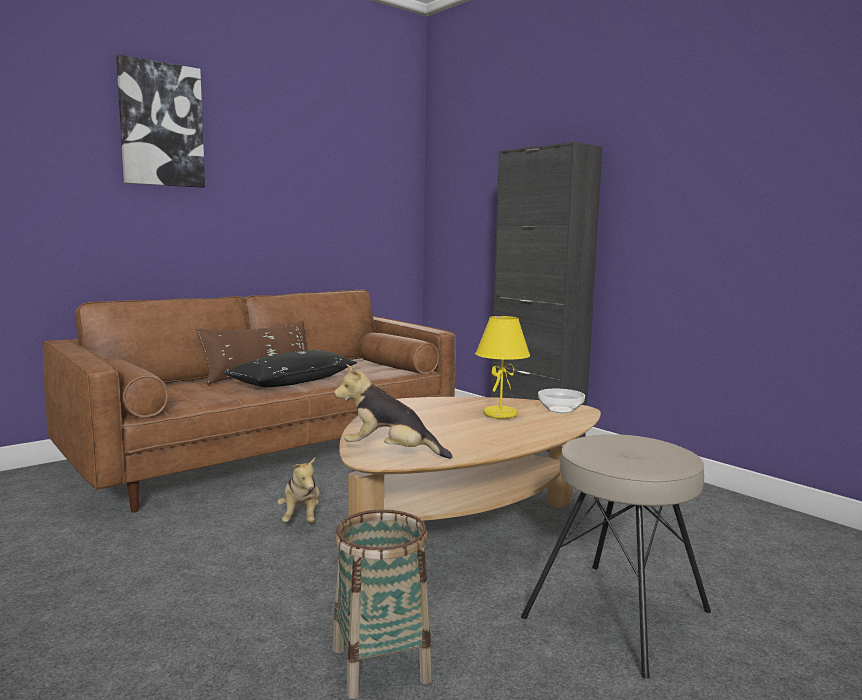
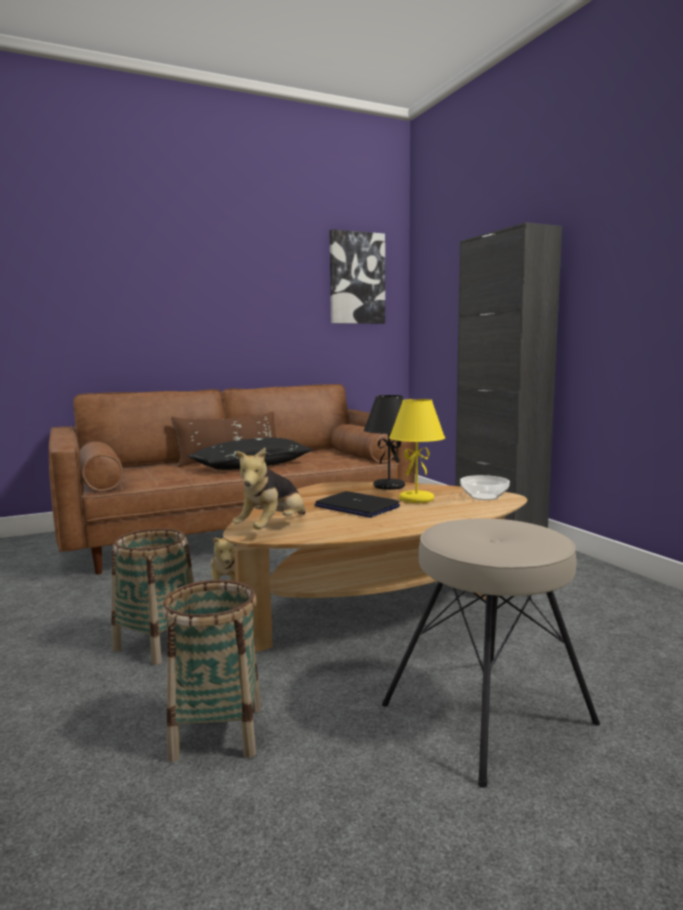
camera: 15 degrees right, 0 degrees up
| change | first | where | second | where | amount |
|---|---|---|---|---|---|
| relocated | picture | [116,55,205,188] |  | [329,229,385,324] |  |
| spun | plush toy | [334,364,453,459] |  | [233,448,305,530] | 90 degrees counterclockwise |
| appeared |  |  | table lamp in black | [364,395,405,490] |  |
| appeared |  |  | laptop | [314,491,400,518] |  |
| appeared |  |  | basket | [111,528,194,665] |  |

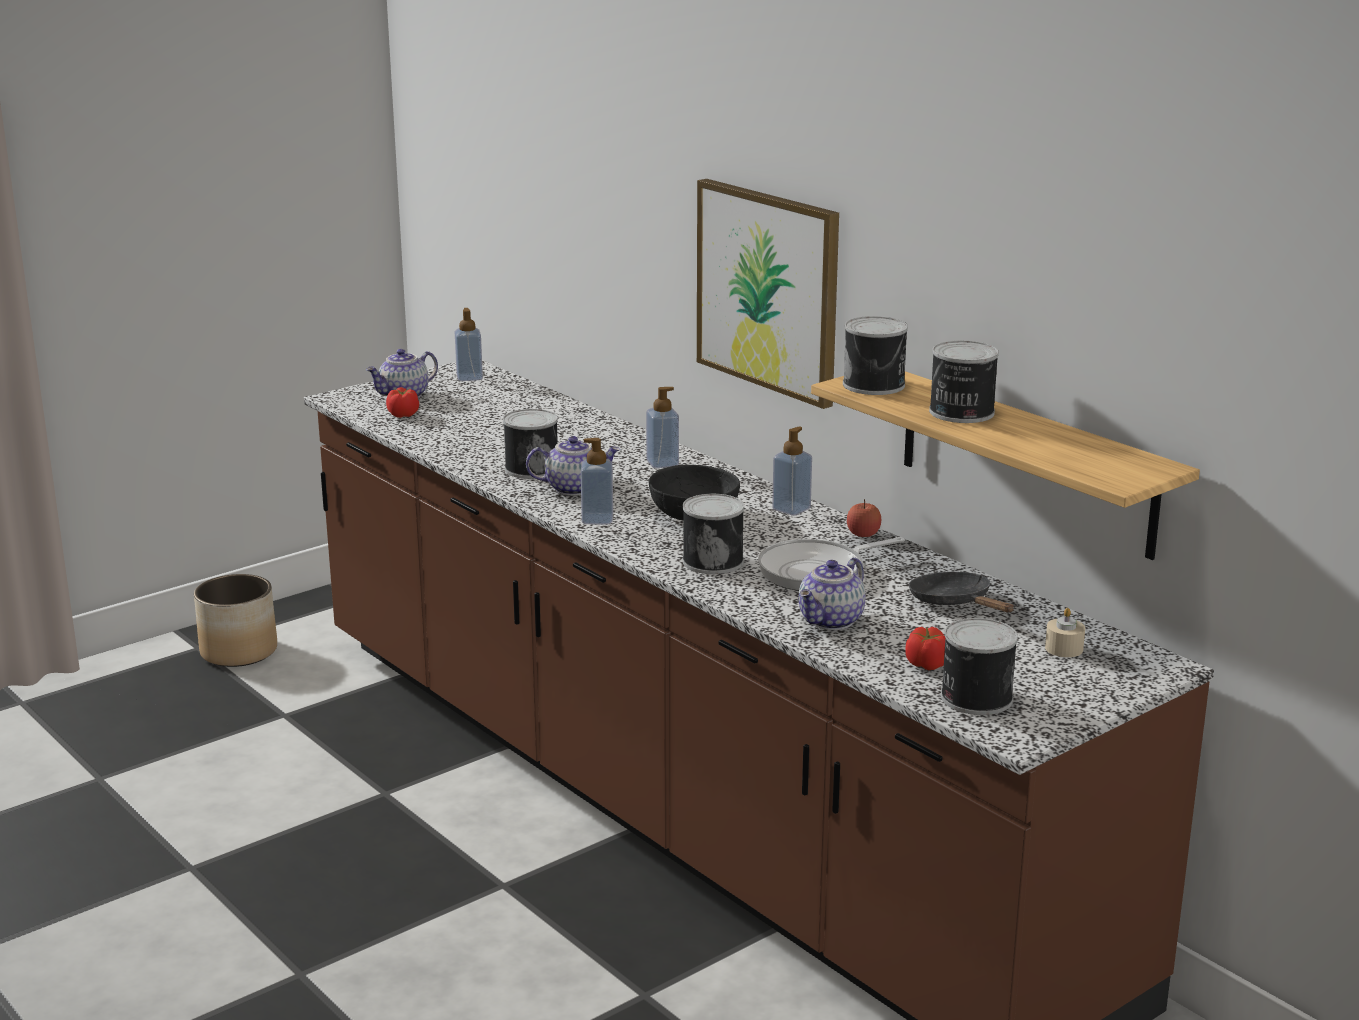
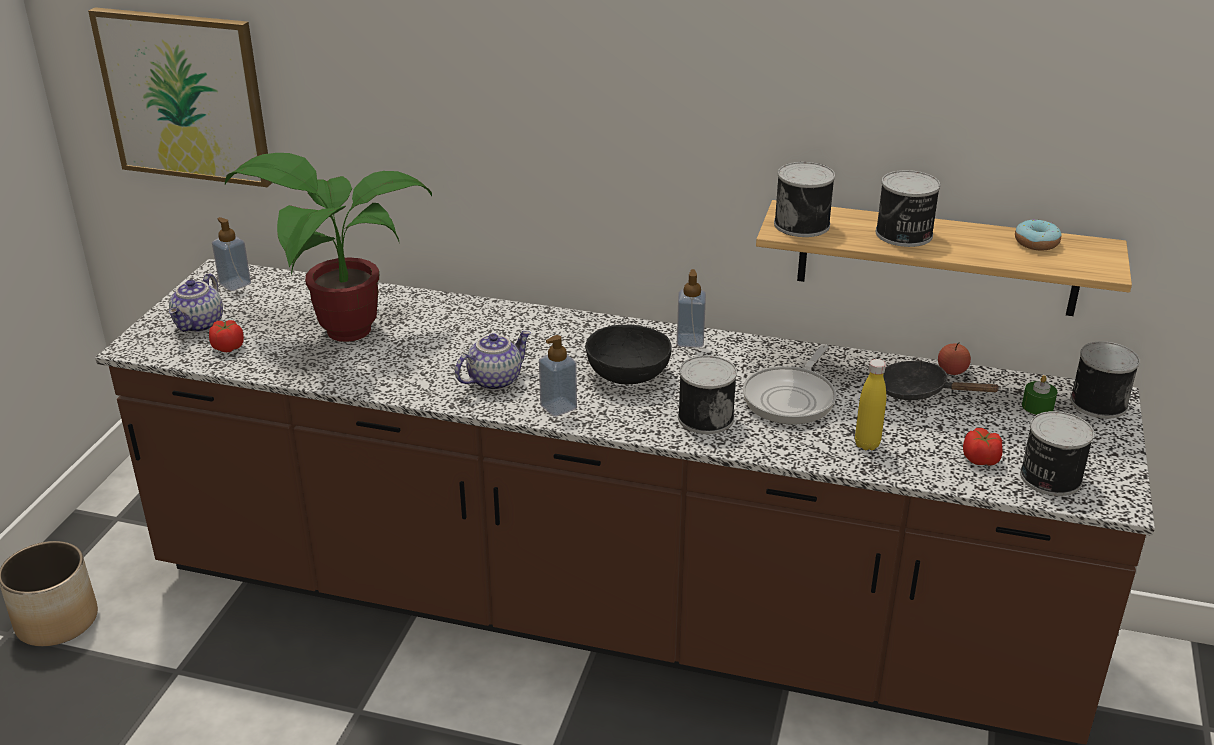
camera: 35 degrees left, 10 degrees up
| change | first | where | second | where | amount |
|---|---|---|---|---|---|
| relocated | picture | [697,179,839,409] |  | [88,7,272,187] |  |
| missing | soap dispenser | [646,387,679,468] |  |  |  |
| relocated | can | [503,409,558,479] |  | [1070,342,1140,419] |  |
| relocated | apple | [847,499,881,537] |  | [938,342,971,375] |  |
| exchanged | teapot | [798,557,865,630] | bottle in yellow | [855,359,886,450] |  |
| colour | candle in beige | [1045,608,1085,657] | candle in green | [1022,375,1057,415] |  |
| appeared |  |  | potted plant | [225,153,432,342] |  |
| appeared |  |  | donut | [1015,219,1062,250] |  |

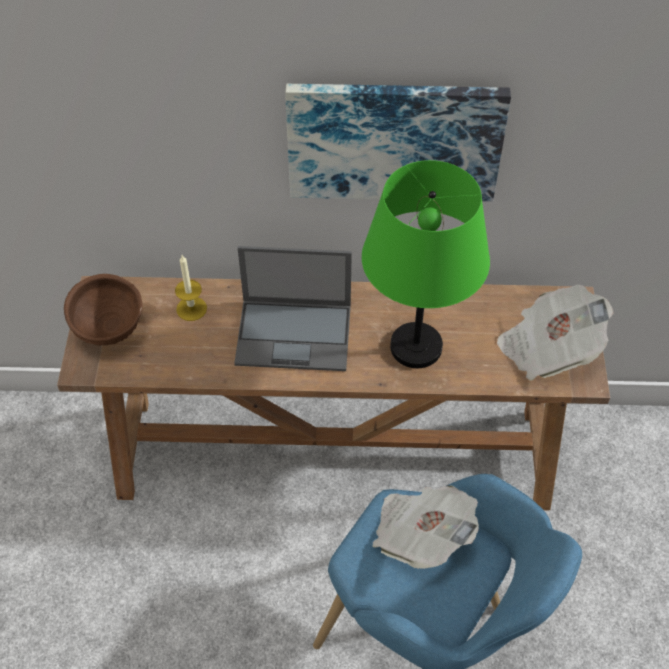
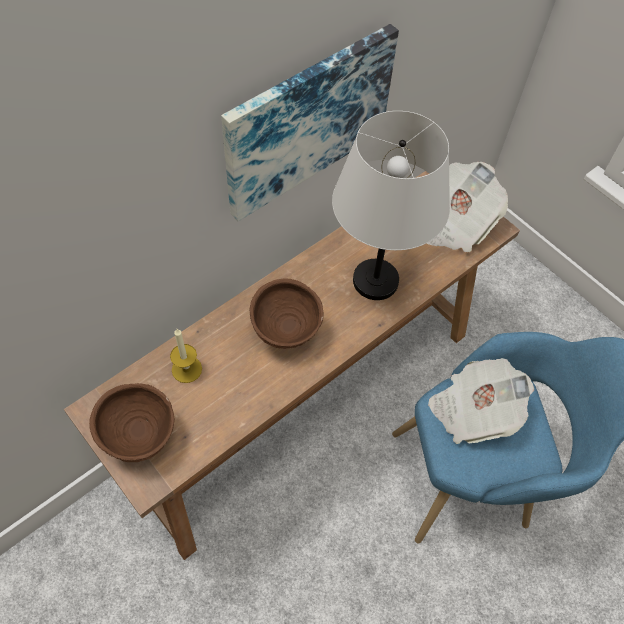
camera: 45 degrees left, 5 degrees up
| change | first | where | second | where | amount |
|---|---|---|---|---|---|
| colour | table lamp in green | [362,160,490,368] | table lamp in white | [332,111,450,300] |  |
| exchanged | laptop | [234,246,352,371] | bowl in brown | [250,278,324,349] |  |

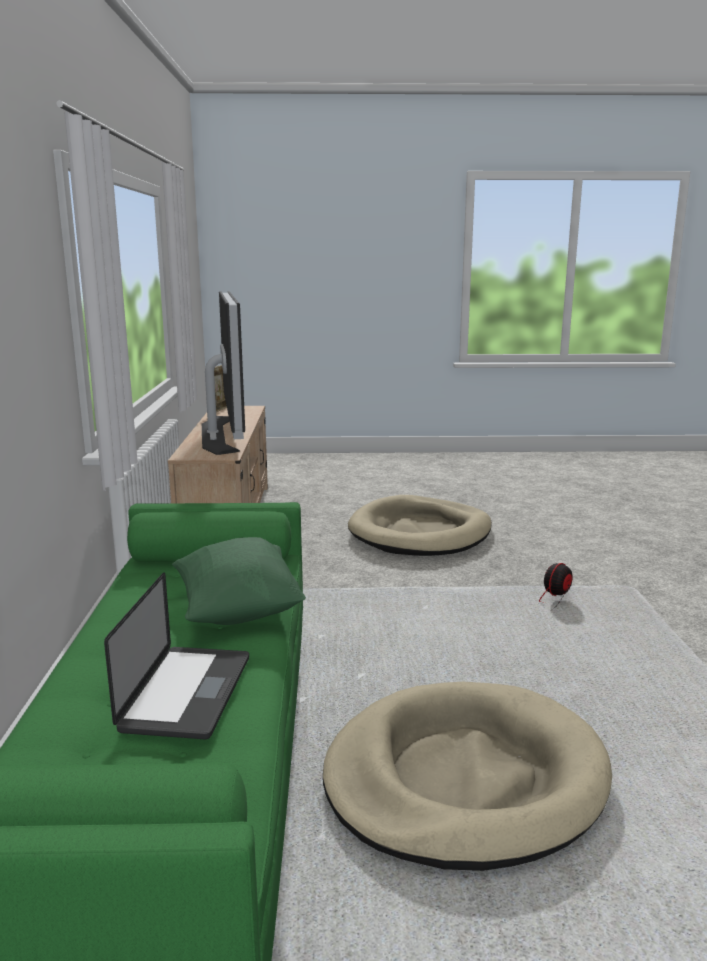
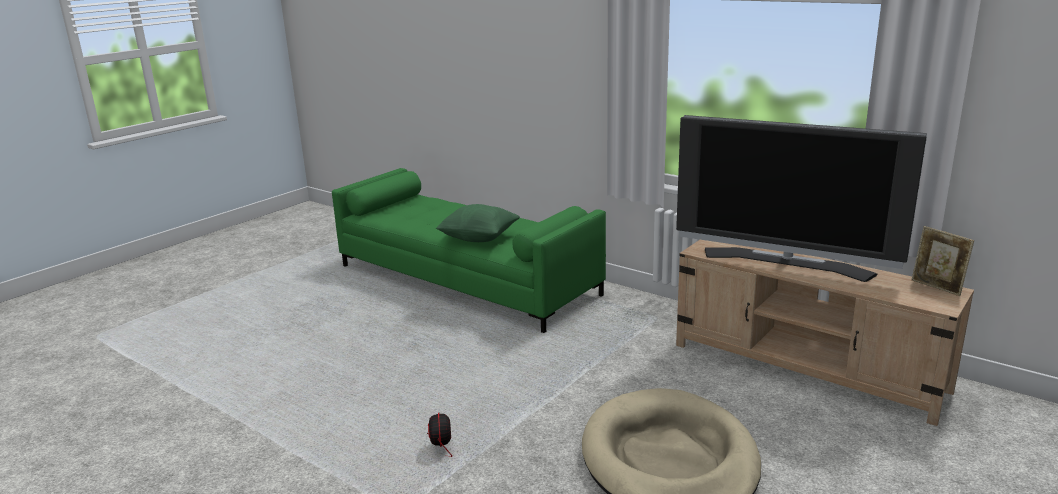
camera: 130 degrees right, 5 degrees up
| change | first | where | second | where | amount |
|---|---|---|---|---|---|
| missing | laptop | [104,573,249,739] |  |  |  |
| missing | dog bed in beige | [323,682,612,871] |  |  |  |

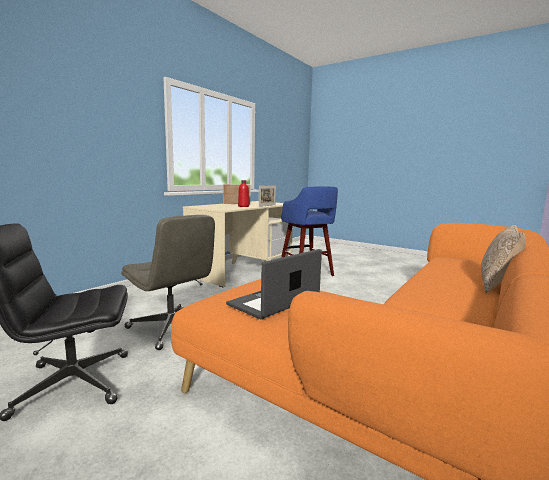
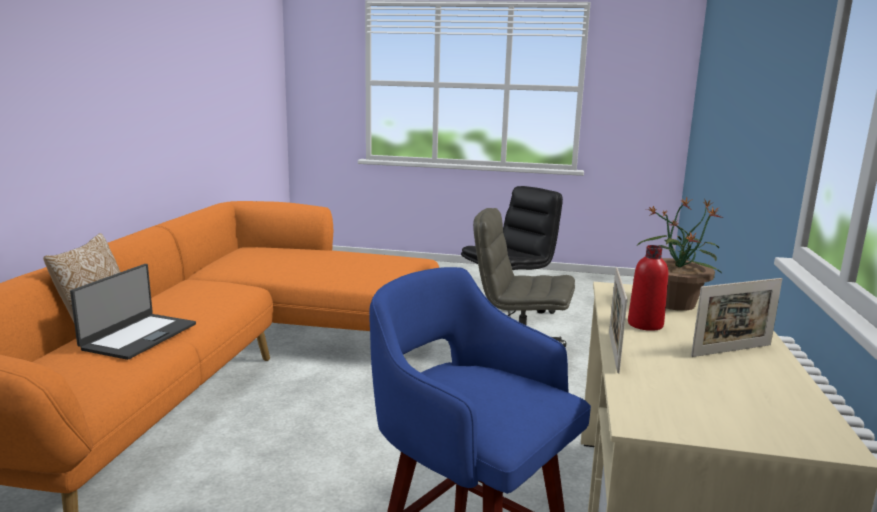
camera: 155 degrees right, 5 degrees up
| change | first | where | second | where | amount |
|---|---|---|---|---|---|
| relocated | laptop | [226,249,322,319] |  | [70,264,196,360] |  |
| appeared |  |  | potted plant | [637,197,724,311] |  |

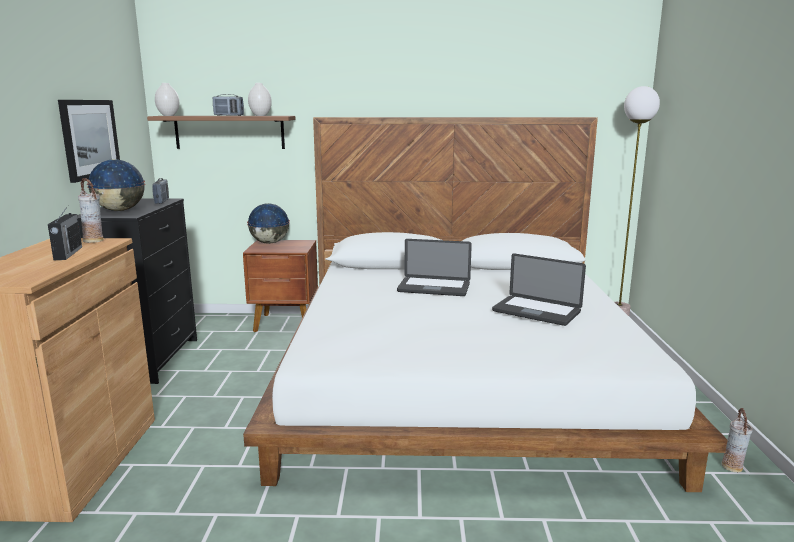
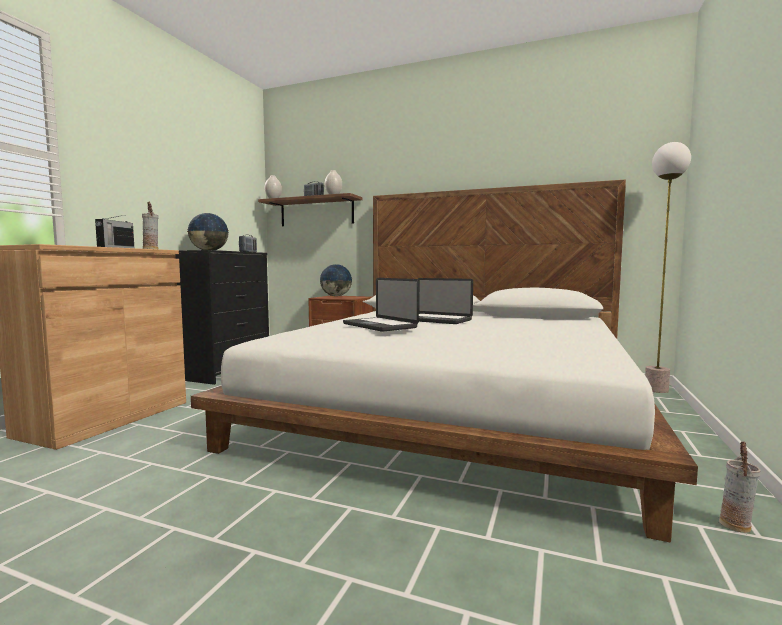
camera: 20 degrees right, 10 degrees down
| change | first | where | second | where | amount |
|---|---|---|---|---|---|
| missing | picture | [58,100,120,183] |  |  |  |
| relocated | laptop | [492,253,586,326] |  | [343,278,419,332] |  |

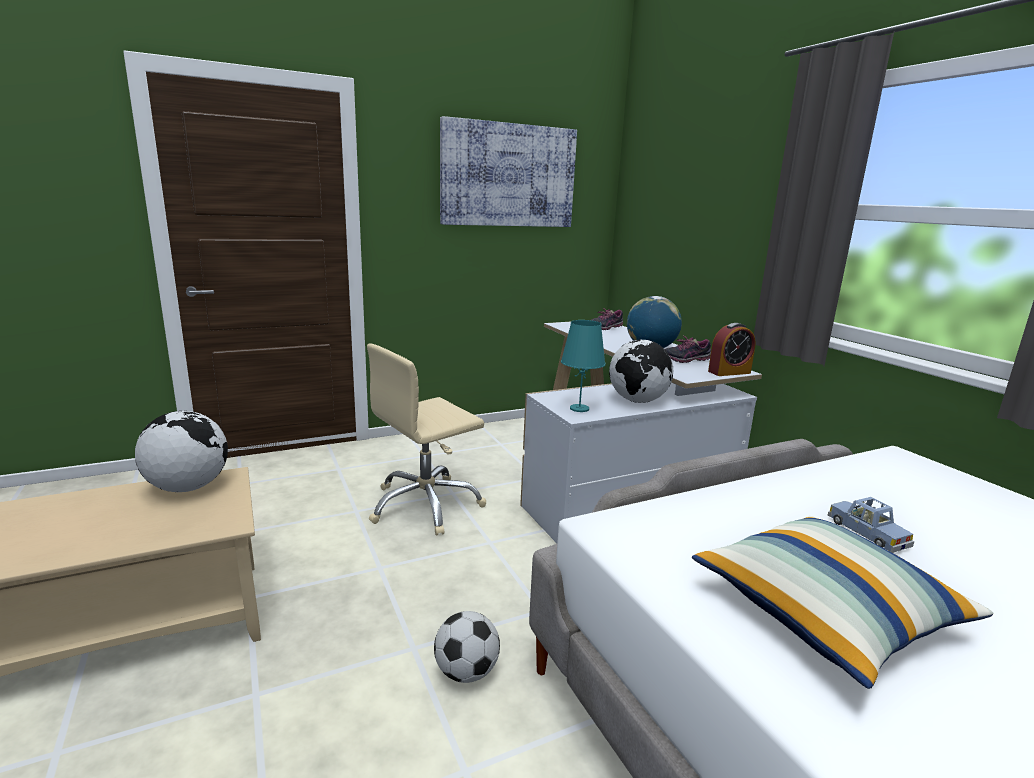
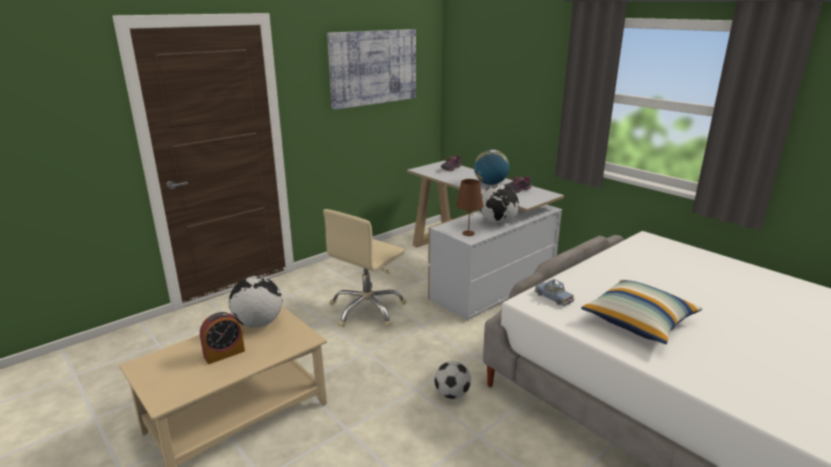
camera: 15 degrees left, 5 degrees up
| change | first | where | second | where | amount |
|---|---|---|---|---|---|
| colour | table lamp in turquoise | [561,320,606,412] | table lamp in brown | [456,179,484,236] |  |
| relocated | alarm clock | [708,323,756,376] |  | [200,312,245,364] |  |
| relocated | toy car in blue | [828,497,915,553] |  | [535,279,574,306] |  |

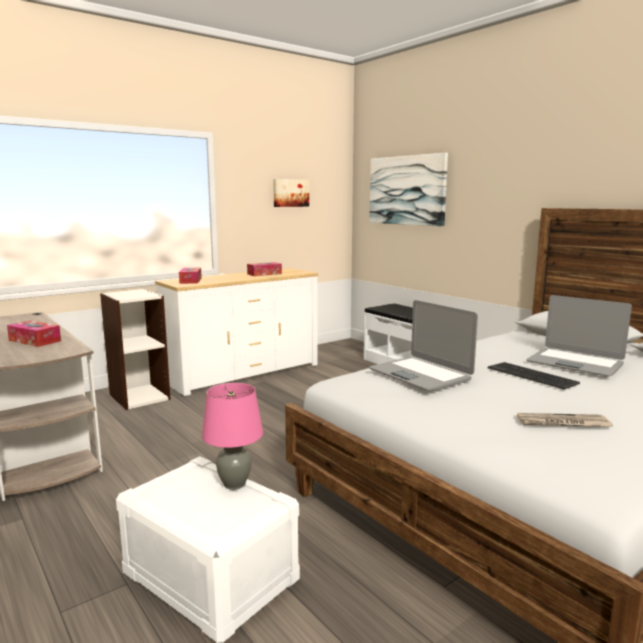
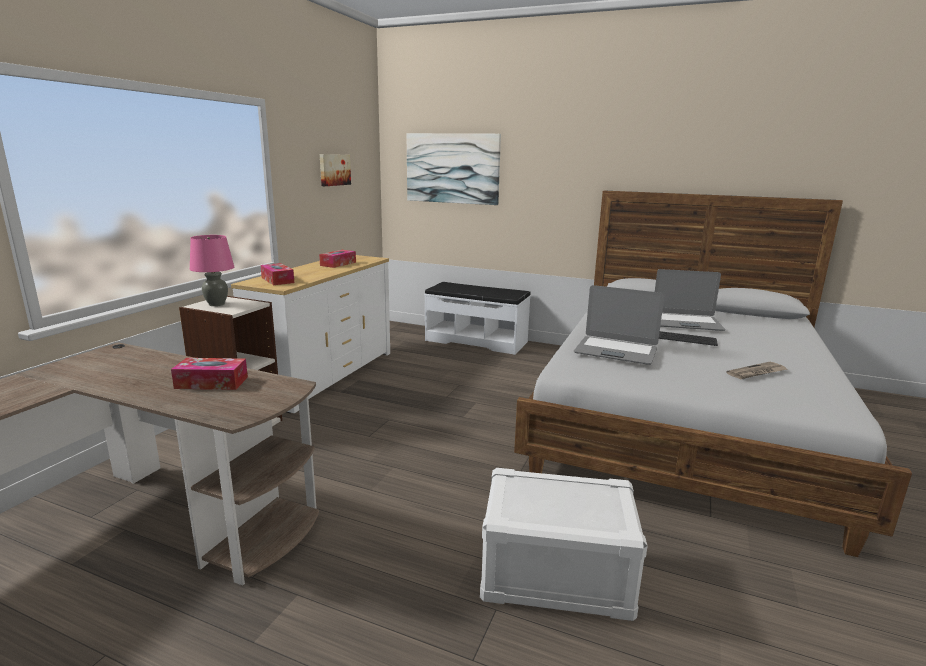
camera: 30 degrees left, 5 degrees up
| change | first | where | second | where | amount |
|---|---|---|---|---|---|
| relocated | table lamp in pink | [202,383,263,490] |  | [190,235,234,306] |  |

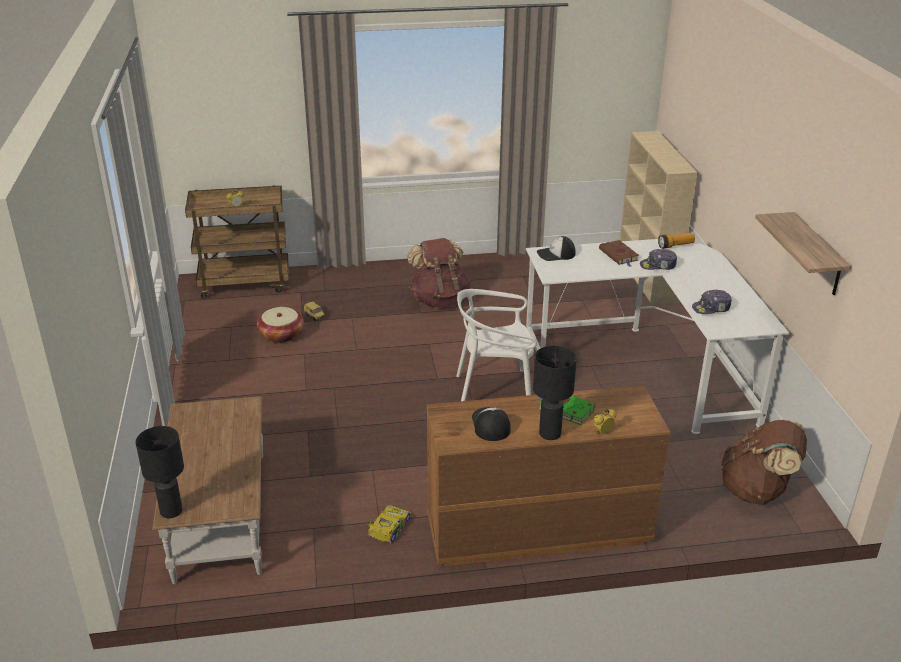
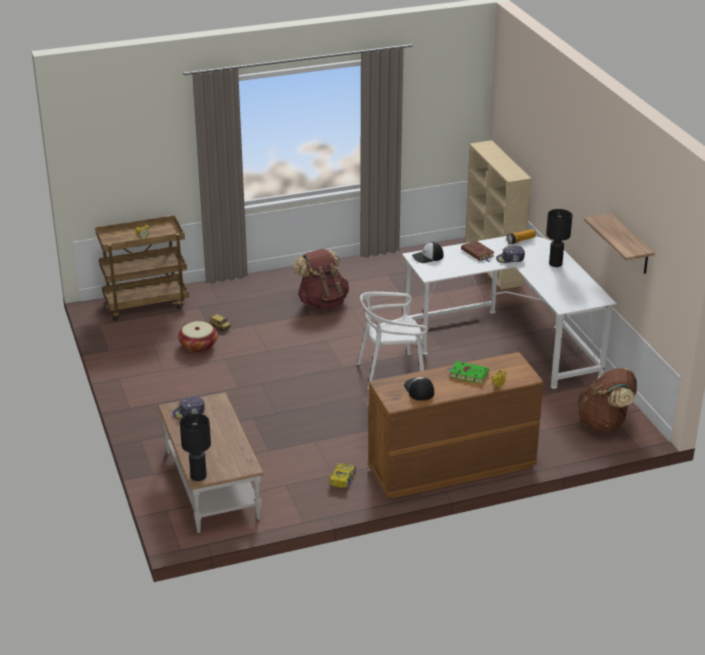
camera: 10 degrees left, 0 degrees up
| change | first | where | second | where | amount |
|---|---|---|---|---|---|
| relocated | cap | [692,290,731,314] |  | [173,396,205,419] |  |
| relocated | table lamp in black | [533,346,577,440] |  | [546,209,572,267] |  |

